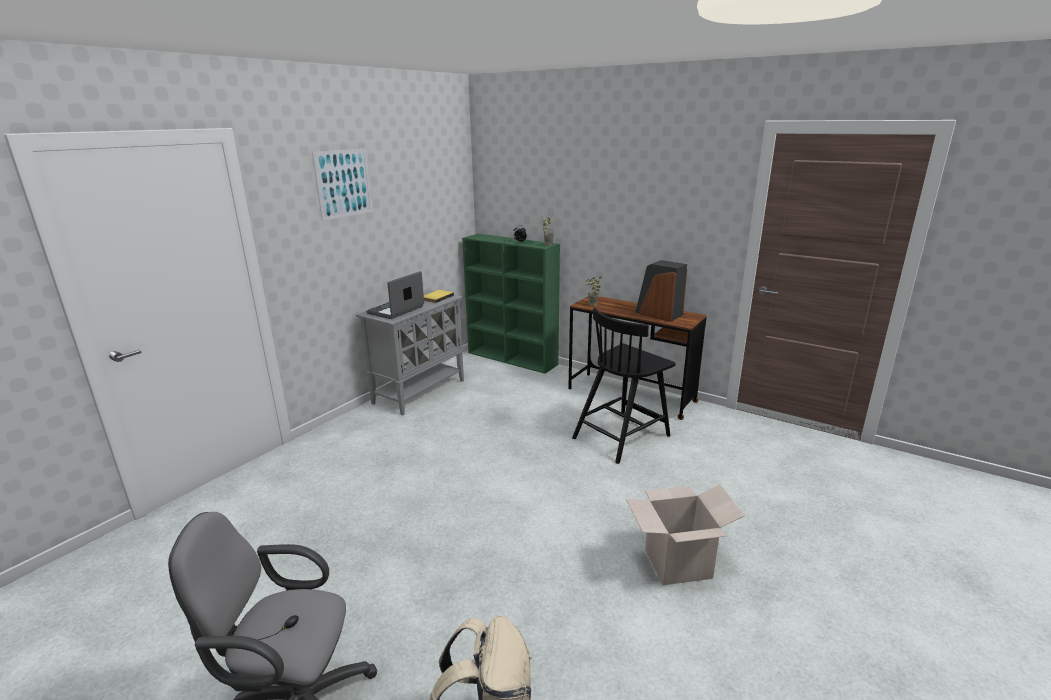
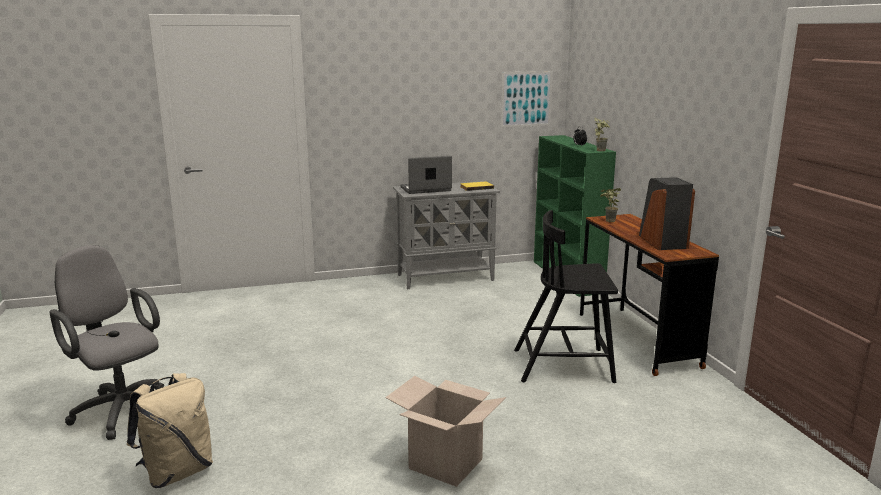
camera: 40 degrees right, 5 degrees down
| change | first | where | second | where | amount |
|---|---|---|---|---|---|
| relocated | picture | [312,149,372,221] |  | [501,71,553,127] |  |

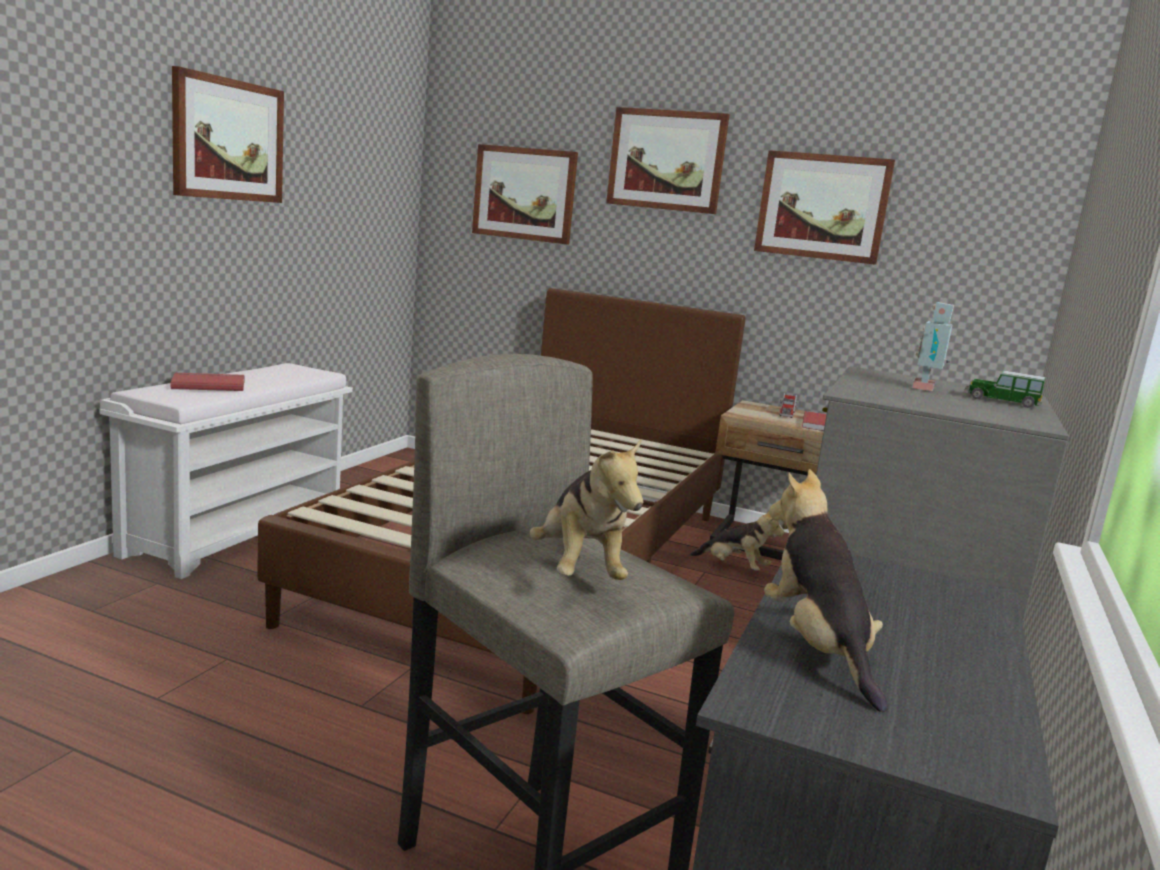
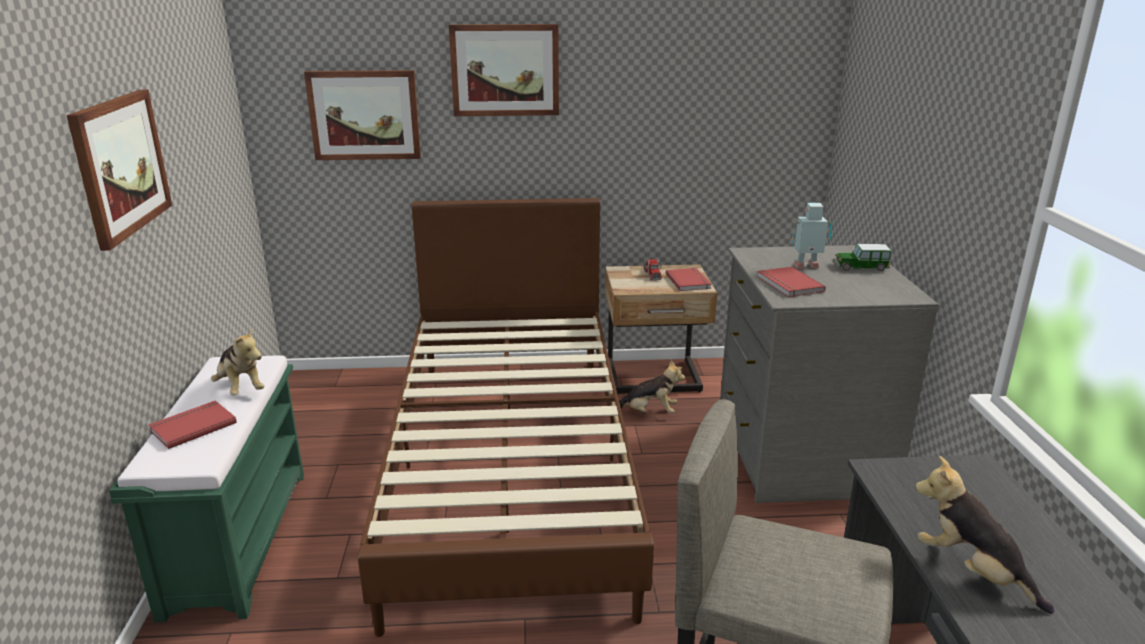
camera: 25 degrees left, 10 degrees up
| change | first | where | second | where | amount |
|---|---|---|---|---|---|
| missing | picture | [754,150,895,265] |  |  |  |
| spun | toy robot | [912,302,954,391] |  | [792,203,832,269] | 90 degrees clockwise |
| colour | bench in white | [100,363,353,579] | bench in green | [109,355,304,622] |  |
| relocated | plush toy | [530,438,643,580] |  | [211,327,264,395] |  |
| appeared |  |  | book in red | [757,267,826,297] |  |

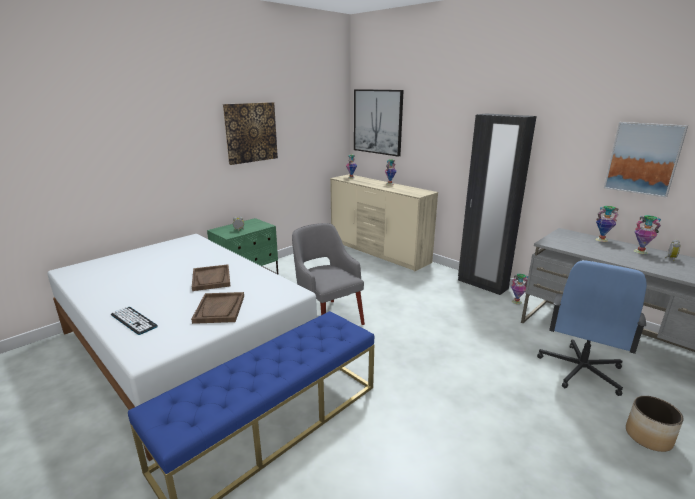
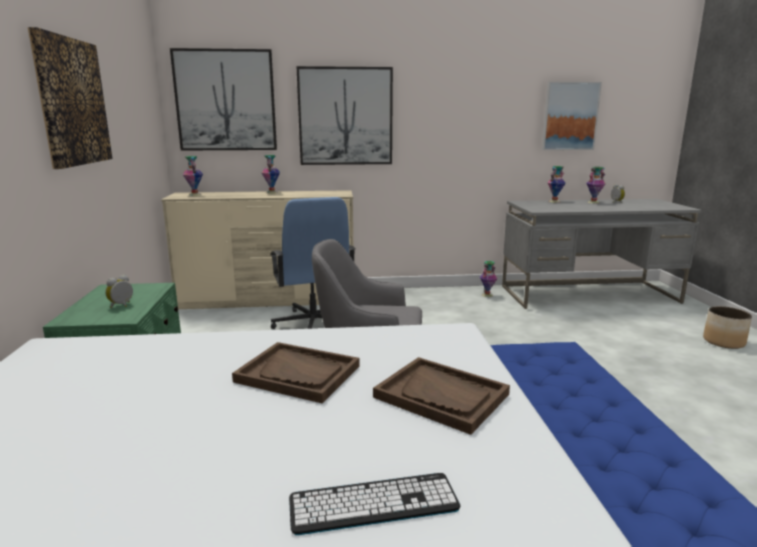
camera: 50 degrees left, 5 degrees down
| change | first | where | second | where | amount |
|---|---|---|---|---|---|
| missing | wardrobe in black | [458,113,537,295] |  |  |  |
| relocated | office chair in blue | [537,260,647,396] |  | [270,197,356,329] |  |
| appeared |  |  | picture | [296,66,393,165] |  |

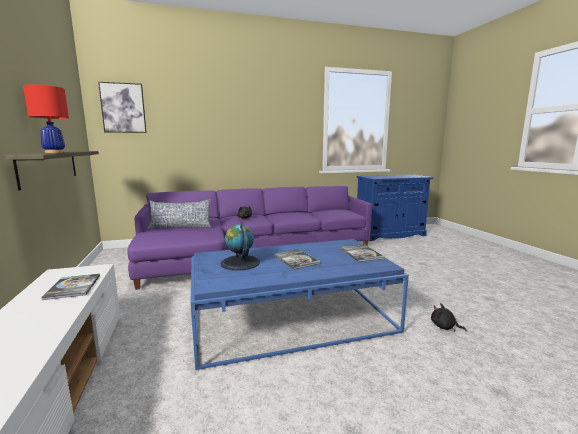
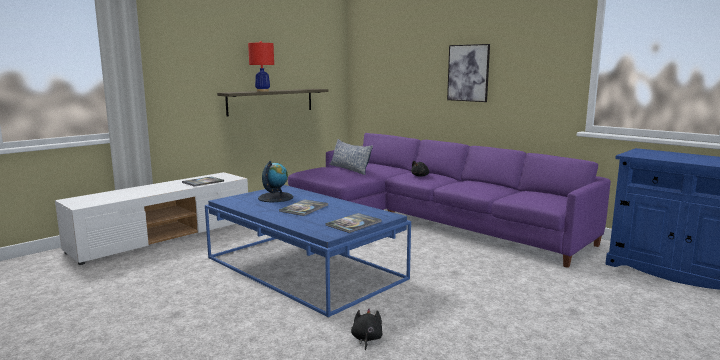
camera: 60 degrees right, 0 degrees up
| change | first | where | second | where | amount |
|---|---|---|---|---|---|
| relocated | picture | [98,82,147,133] |  | [447,44,490,102] |  |

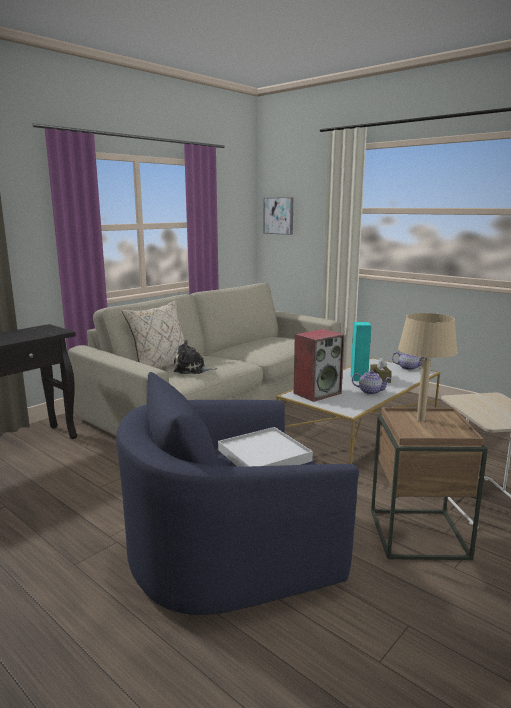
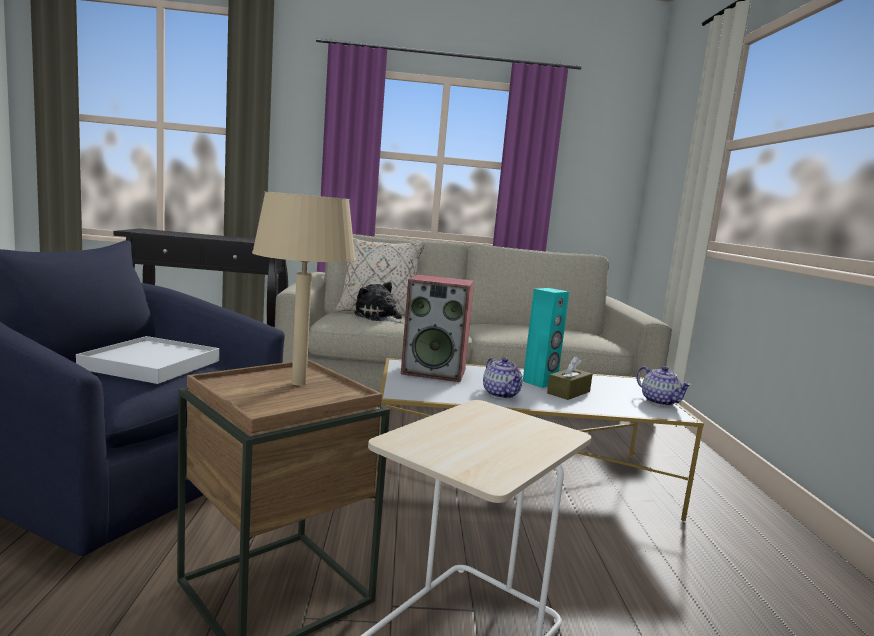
camera: 45 degrees right, 5 degrees down
| change | first | where | second | where | amount |
|---|---|---|---|---|---|
| missing | picture | [263,197,293,235] |  |  |  |

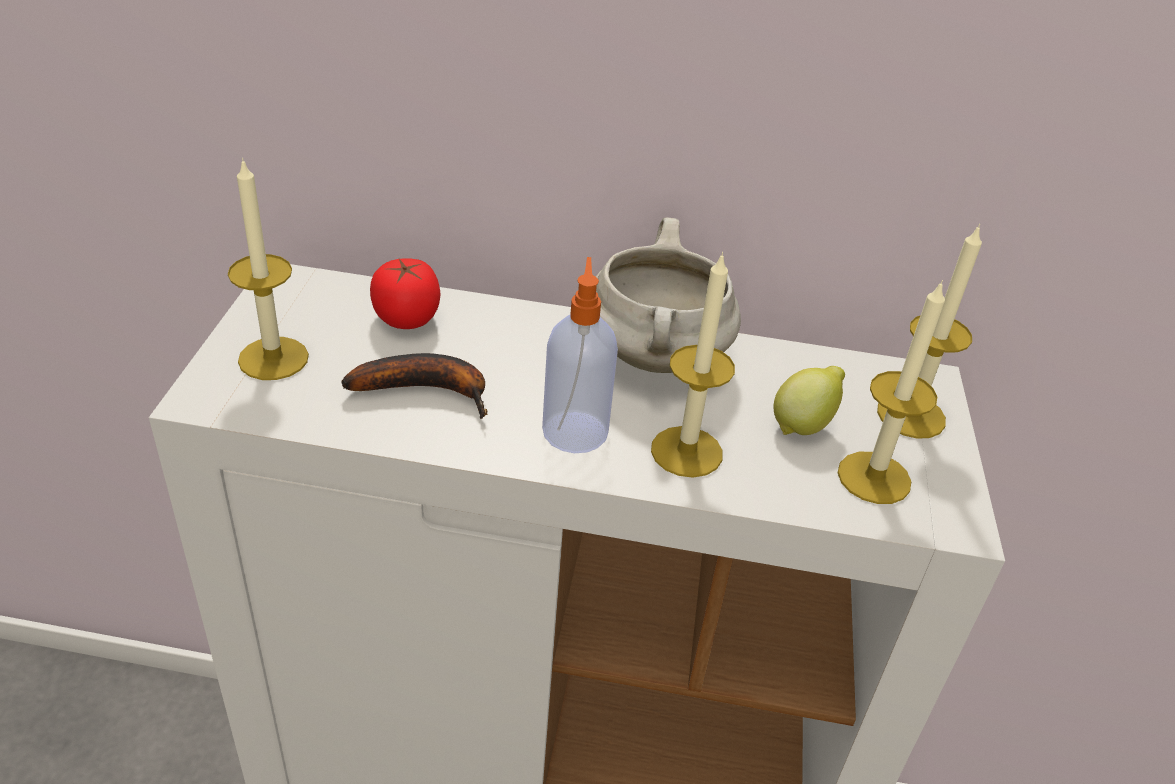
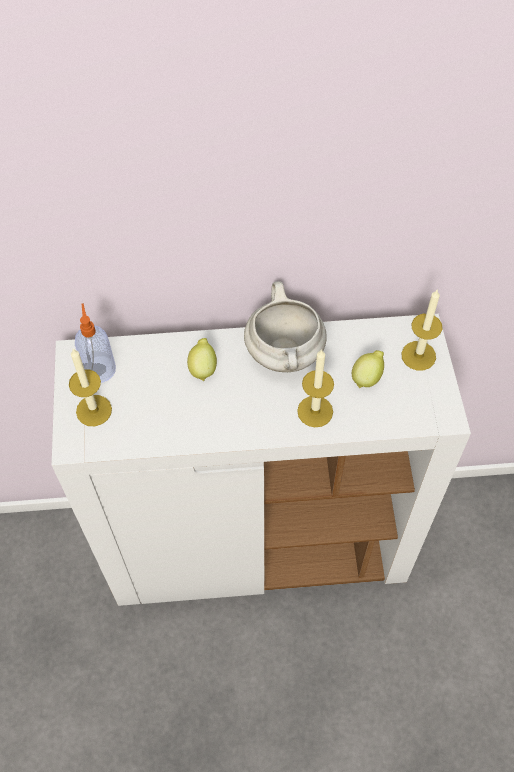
camera: 10 degrees left, 20 degrees up
| change | first | where | second | where | amount |
|---|---|---|---|---|---|
| relocated | soap dispenser | [542,257,618,453] |  | [75,303,116,383] |  |
| missing | tomato | [370,258,441,329] |  |  |  |
| missing | candle | [838,280,945,504] |  |  |  |
| missing | banana | [341,353,487,419] |  |  |  |
| appeared |  |  | lemon | [187,338,217,381] |  |

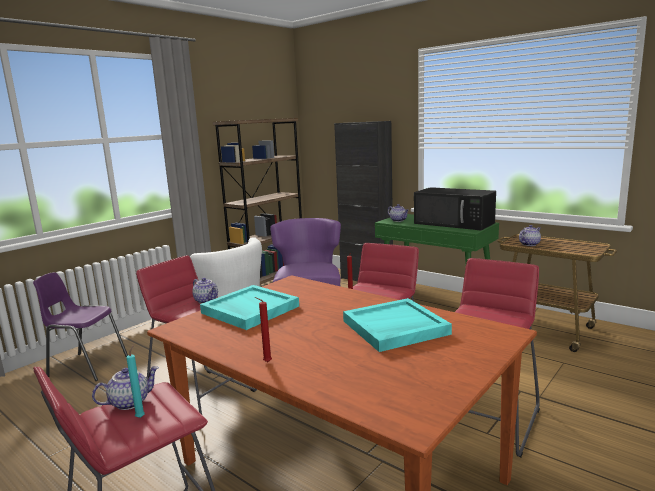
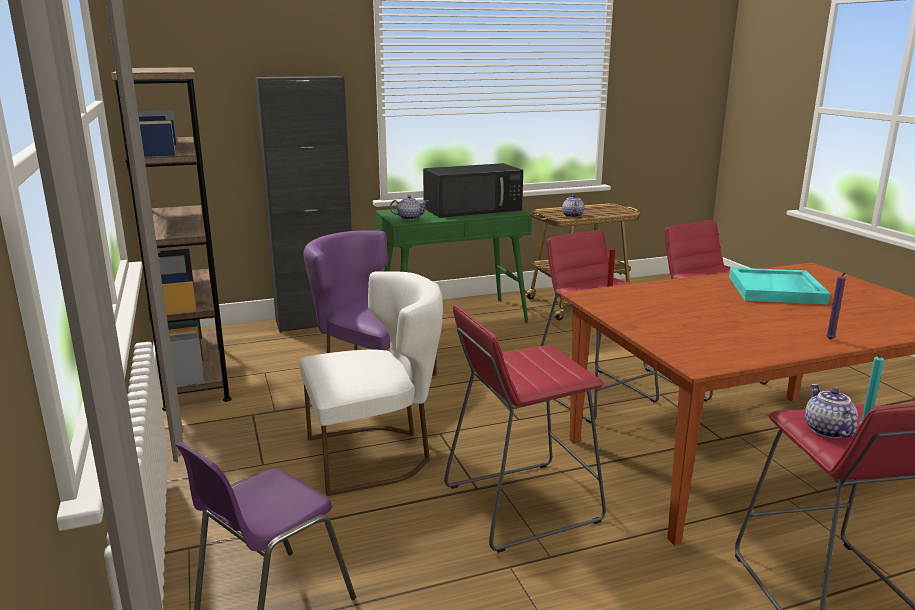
camera: 60 degrees left, 5 degrees up
| change | first | where | second | where | amount |
|---|---|---|---|---|---|
| missing | teapot | [192,278,218,304] |  |  |  |
| missing | tray in turquoise | [200,285,299,330] |  |  |  |
| colour | candle in red | [255,297,272,362] | candle in purple | [826,272,846,340] |  |

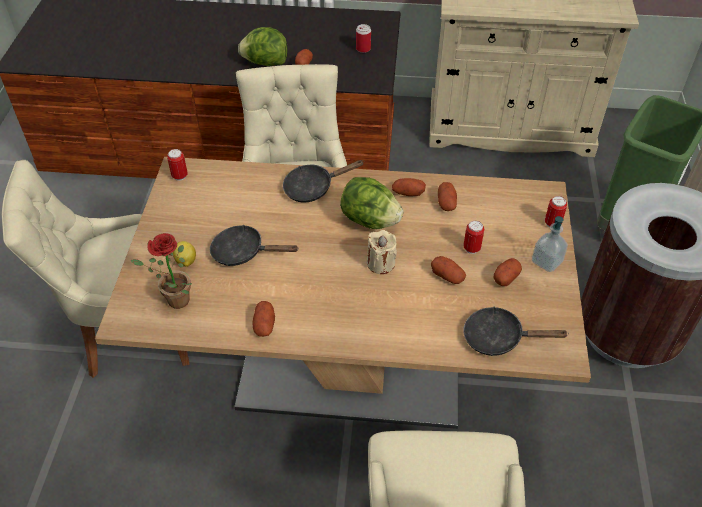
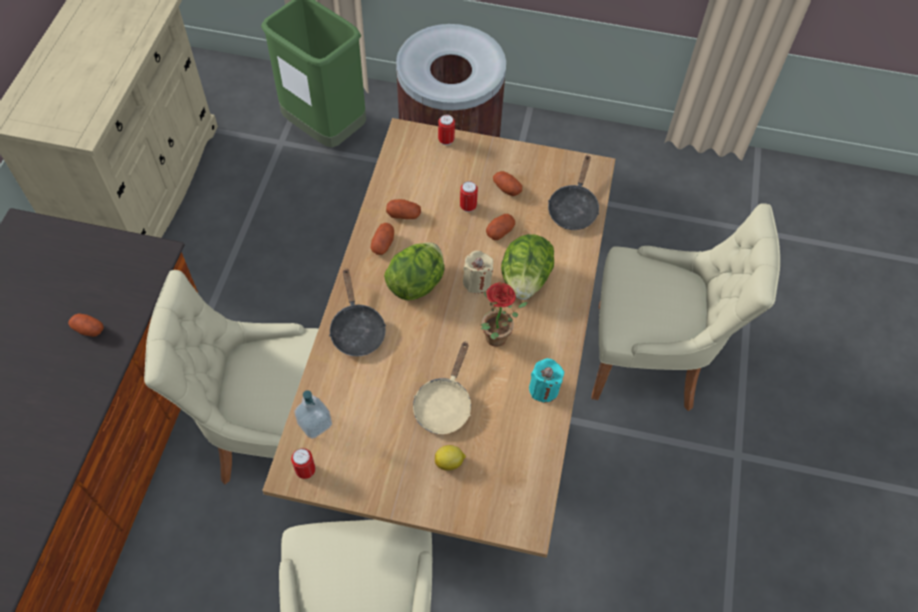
camera: 85 degrees left, 10 degrees up
| change | first | where | second | where | amount |
|---|---|---|---|---|---|
| missing | can | [356,24,371,53] |  |  |  |
| relocated | lettuce | [238,27,288,66] |  | [501,234,554,300] |  |
| relocated | soap dispenser | [532,216,568,272] |  | [294,390,332,439] |  |
| colour | frying pan in black | [210,225,299,266] | frying pan in beige | [413,341,471,434] |  |
| relocated | potted plant | [130,233,192,309] |  | [481,282,528,347] |  |
| exchanged | potato | [252,301,275,337] | candle in turquoise | [529,358,564,402] |  |

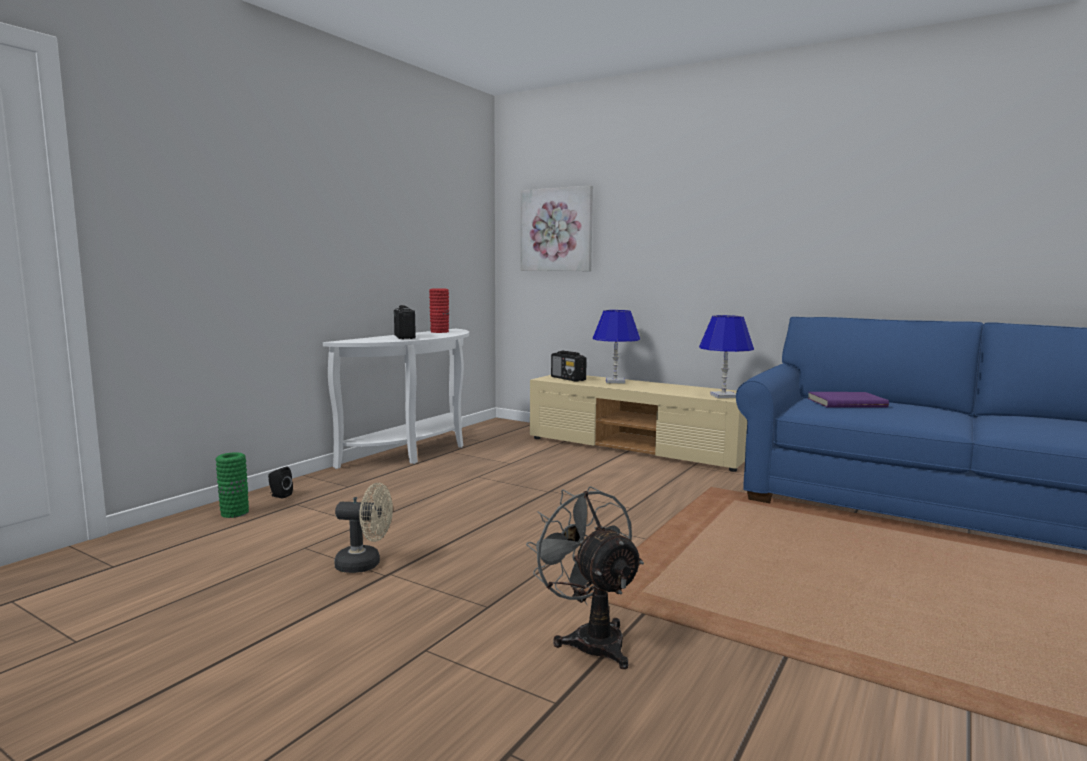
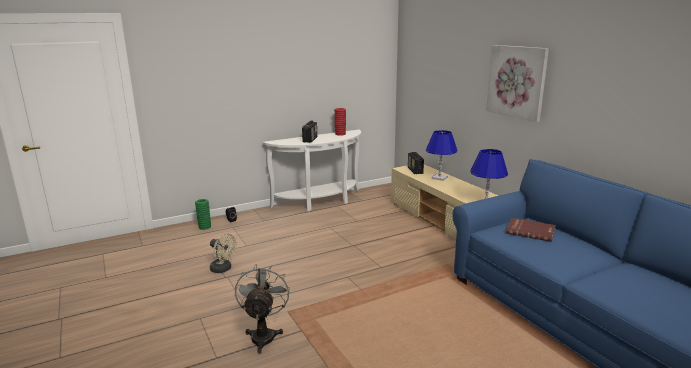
camera: 30 degrees right, 10 degrees up
| change | first | where | second | where | amount |
|---|---|---|---|---|---|
| relocated | picture | [521,185,593,271] |  | [486,45,549,122] |  |
| colour | book in purple | [808,392,889,408] | book in red | [506,218,556,242] |  |

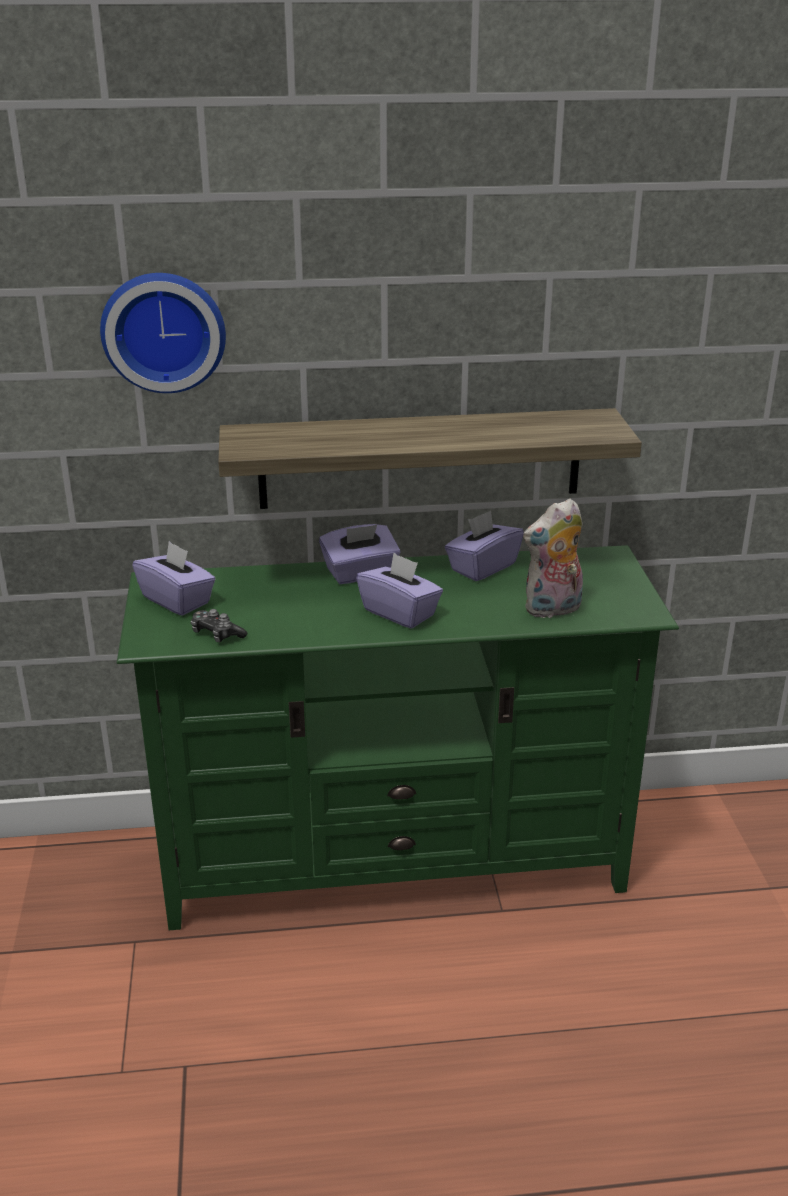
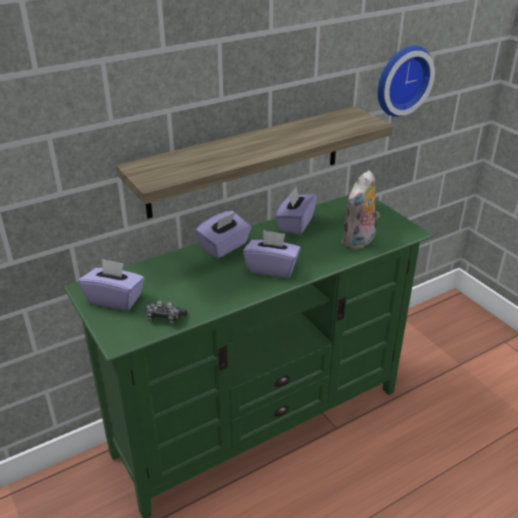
camera: 25 degrees left, 5 degrees up
| change | first | where | second | where | amount |
|---|---|---|---|---|---|
| relocated | wall clock | [100,273,226,393] |  | [378,46,435,117] |  |

